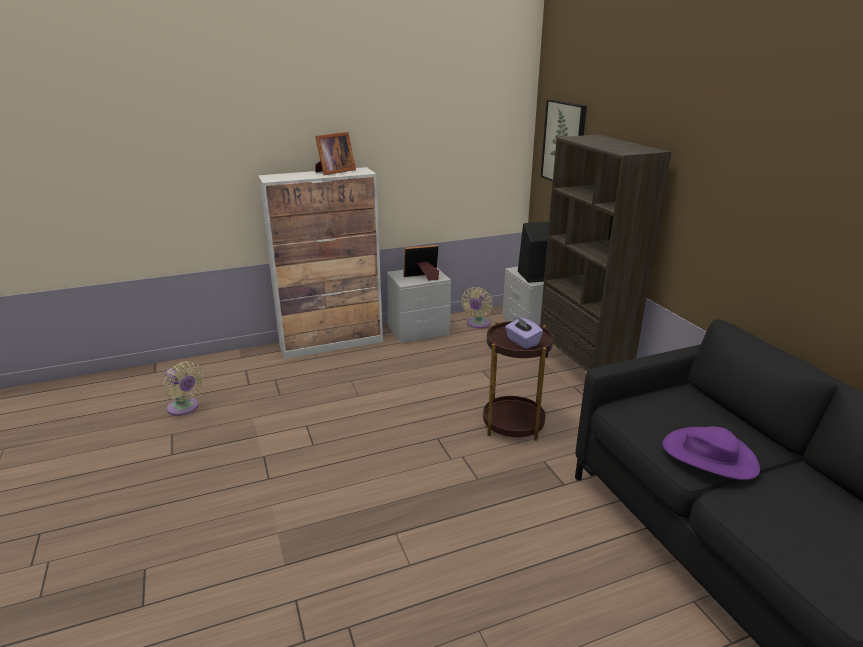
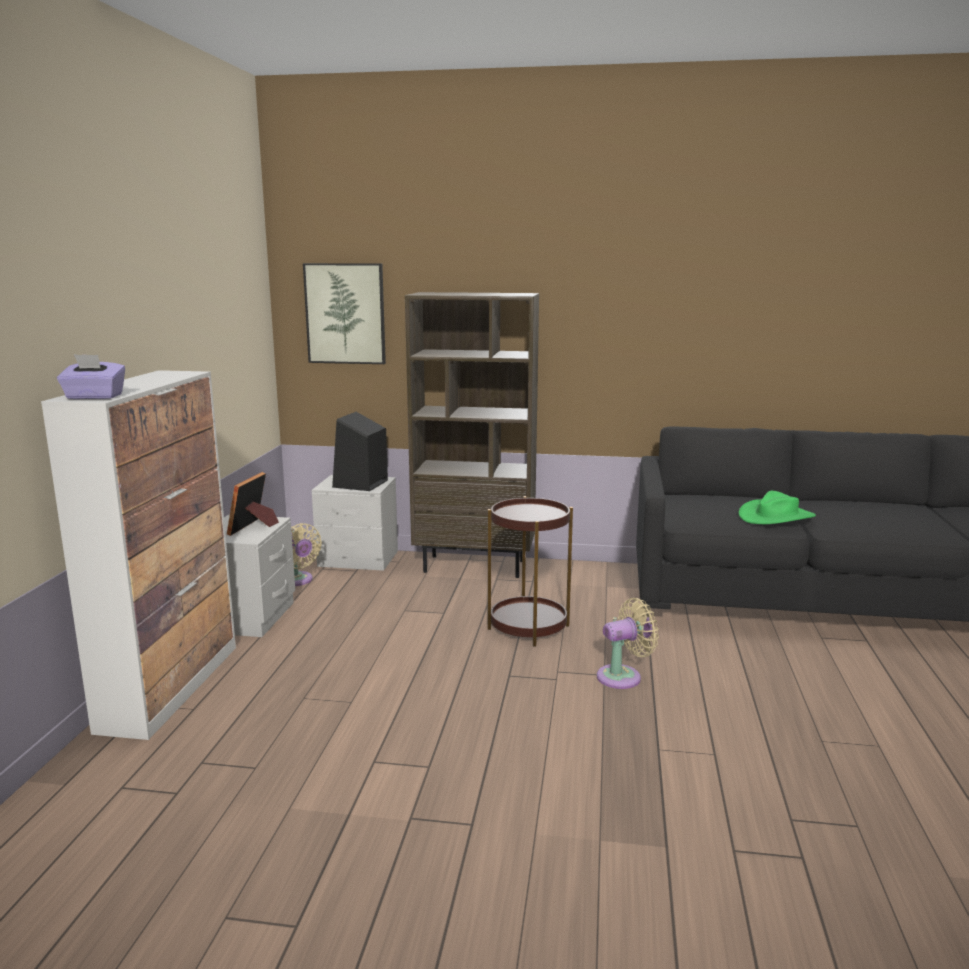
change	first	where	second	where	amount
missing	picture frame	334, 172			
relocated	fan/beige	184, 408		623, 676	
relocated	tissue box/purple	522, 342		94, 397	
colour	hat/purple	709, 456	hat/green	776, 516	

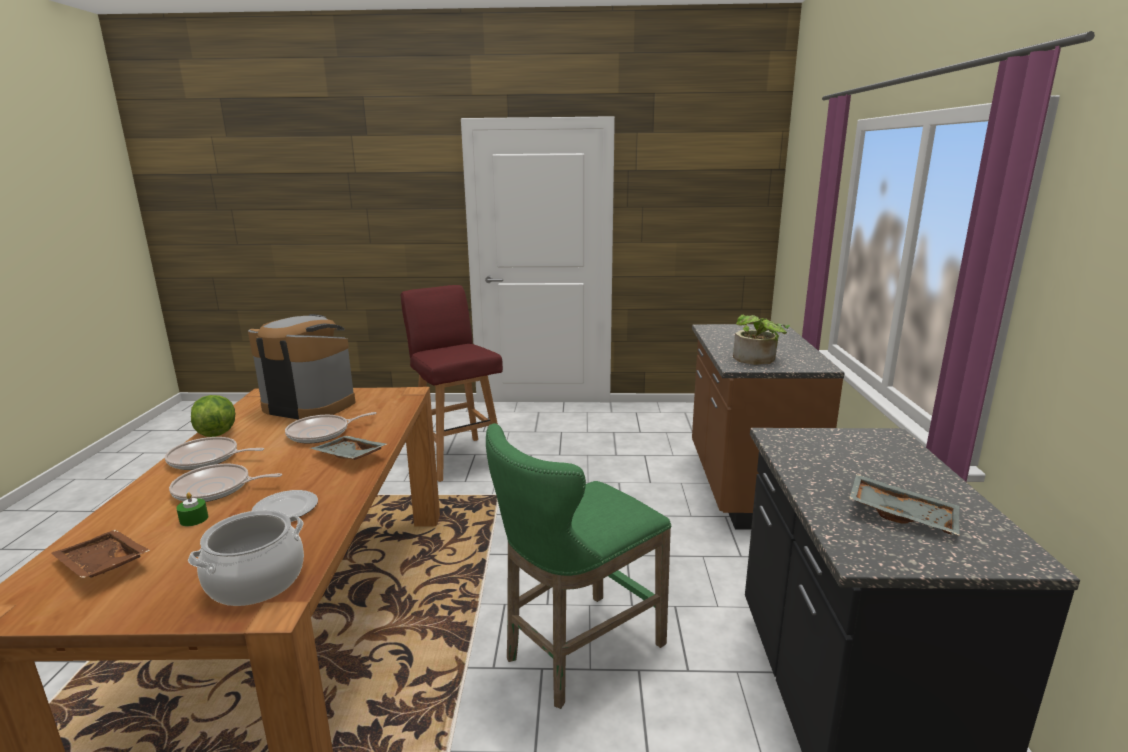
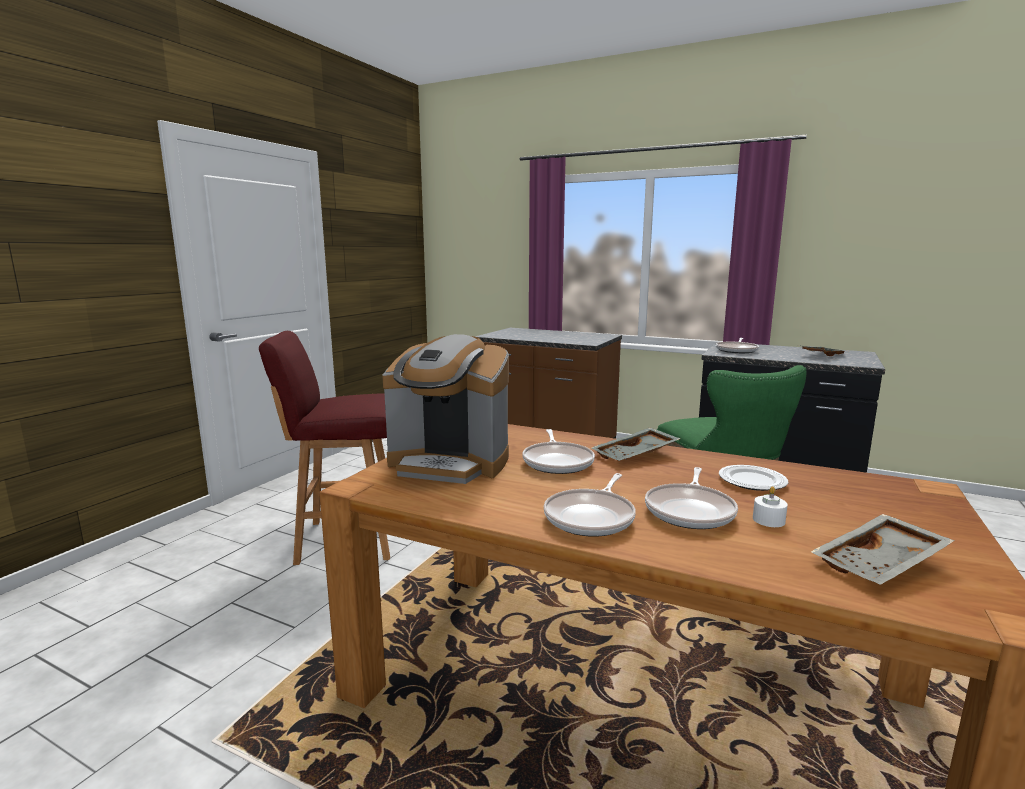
change	first	where	second	where	amount
missing	cooking pot	256, 581			
missing	lettuce	216, 431			
missing	potted plant	757, 360			
appeared			frying pan	737, 350	
colour	tray/brown	101, 565	tray/grey	881, 564	
colour	candle/green	194, 519	candle/white	768, 520	
spun	coffee machine	310, 405		449, 463	120 degrees counterclockwise

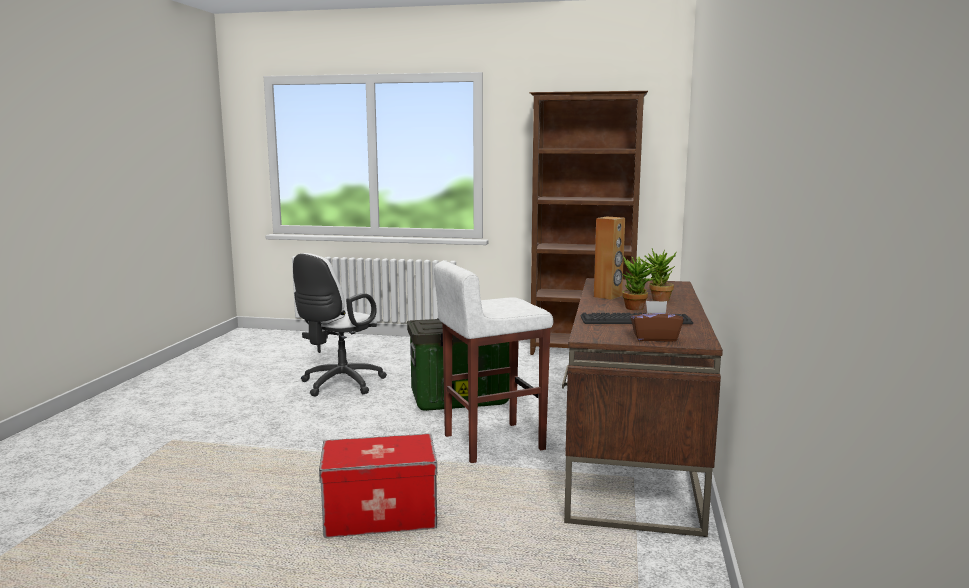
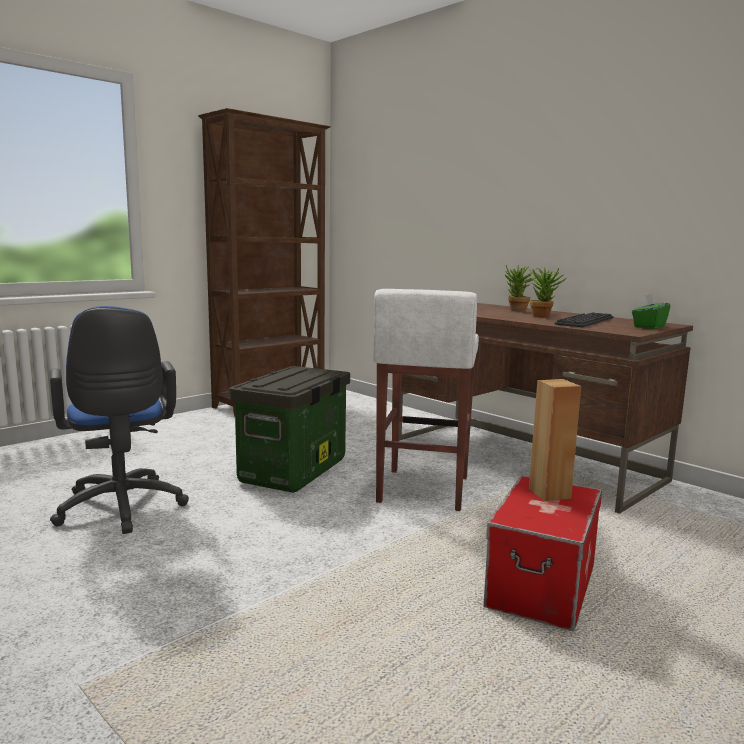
change	first	where	second	where	amount
relocated	speaker/brown	608, 296		550, 493	
colour	office chair/white	339, 385	office chair/blue	121, 510	
colour	tissue box/brown	655, 338	tissue box/green	649, 326	

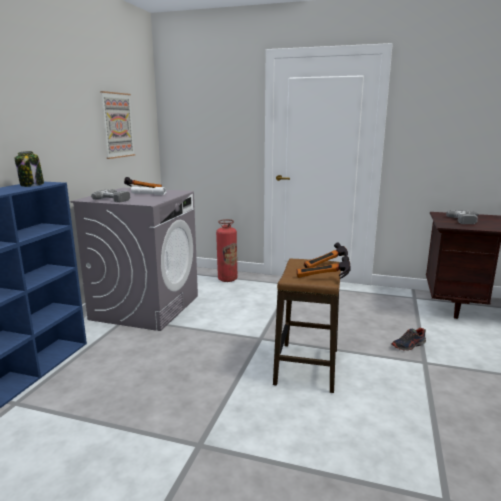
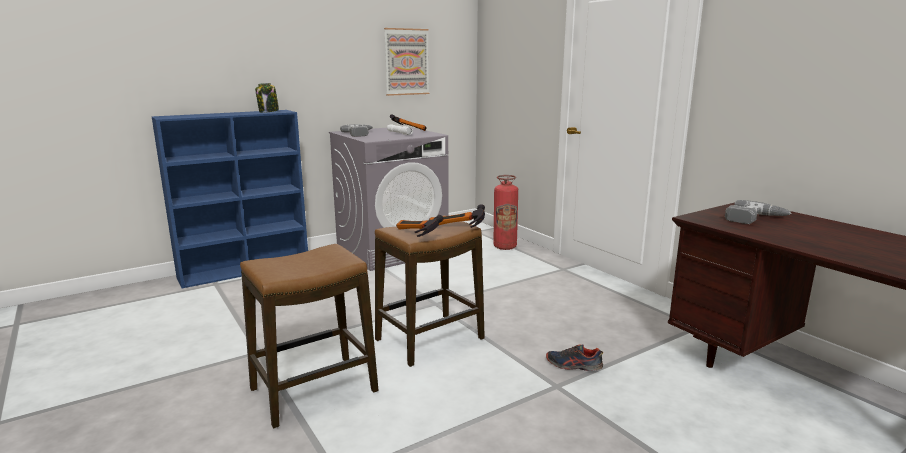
change	first	where	second	where	amount
appeared			stool	314, 390	

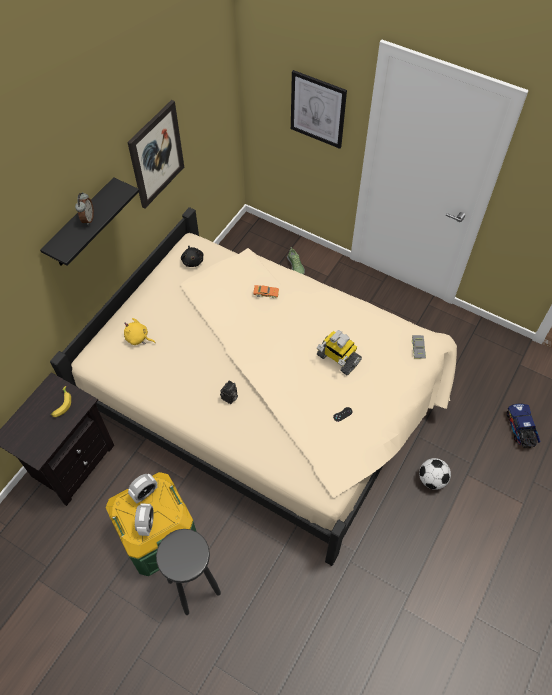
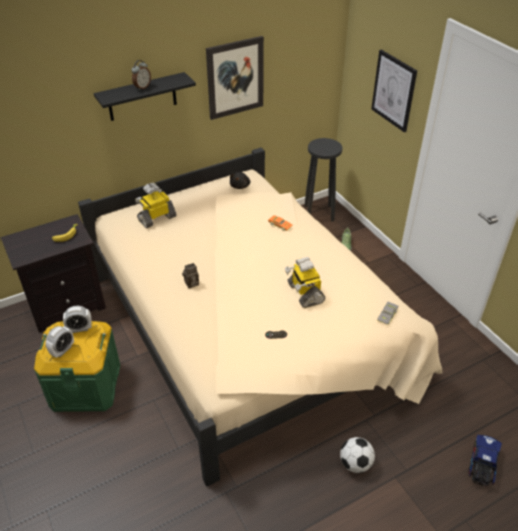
change	first	where	second	where	amount
relocated	stool/black	195, 587		319, 213	
exchanged	plush toy/yellow	138, 338	toy robot	157, 218	

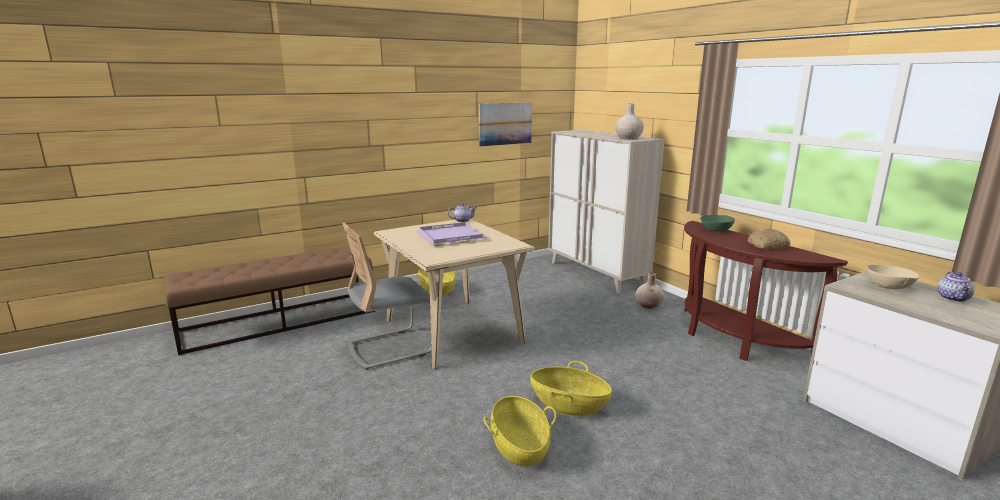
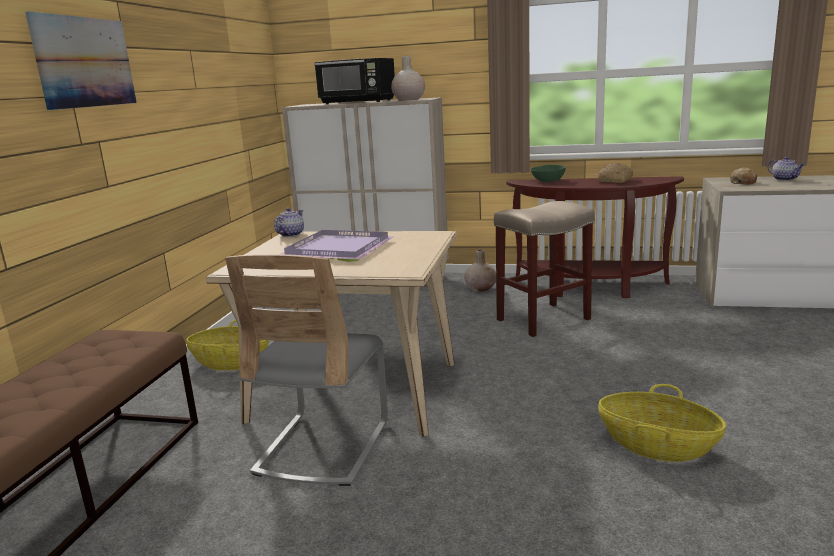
change	first	where	second	where	amount
missing	basket	568, 405			
appeared			microwave/black	358, 102	
appeared			stool/beige	543, 319	
relocated	picture	505, 124		85, 62	
exchanged	bowl/beige	888, 286	bread	743, 182	

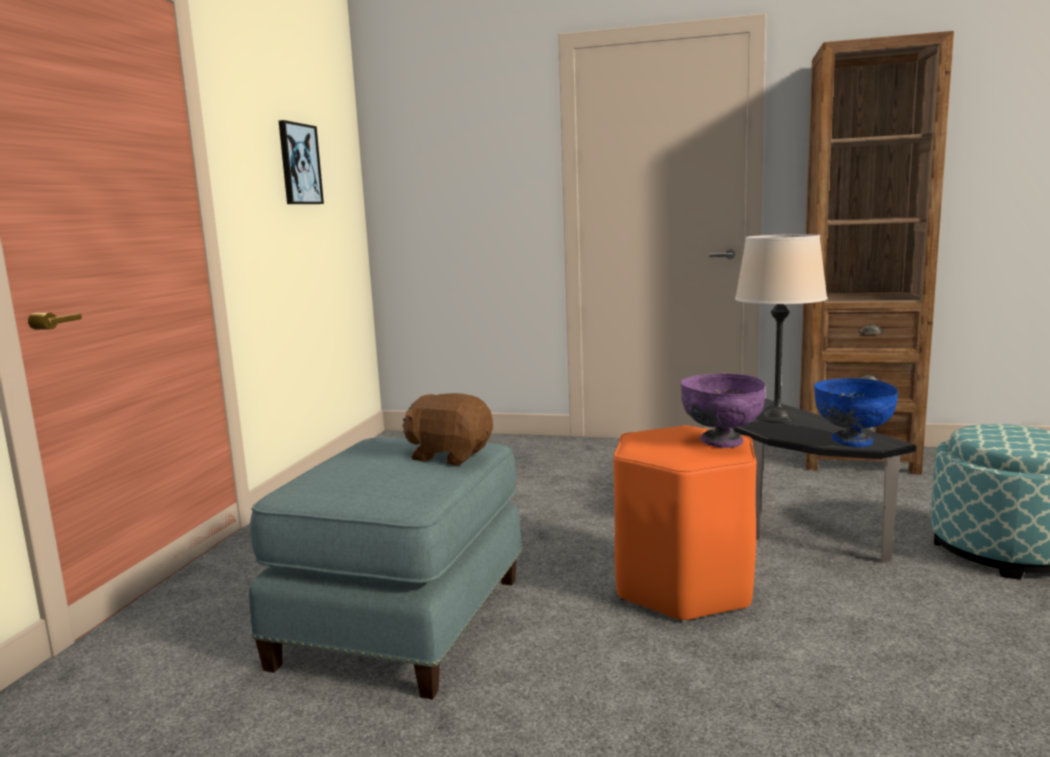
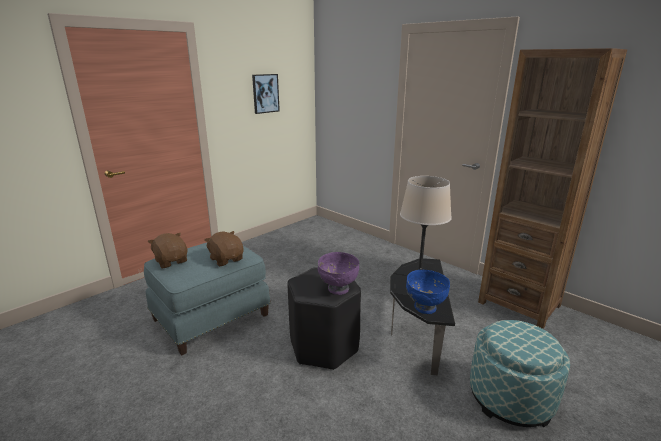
change	first	where	second	where	amount
appeared			plush toy/brown	171, 261	
colour	stool/orange	684, 587	stool/black	324, 346	

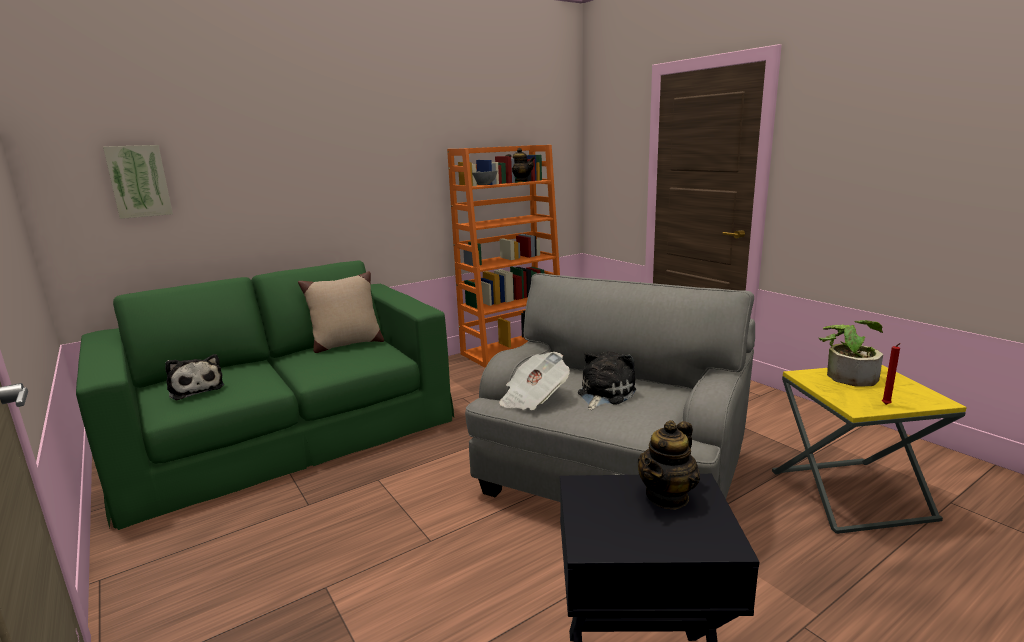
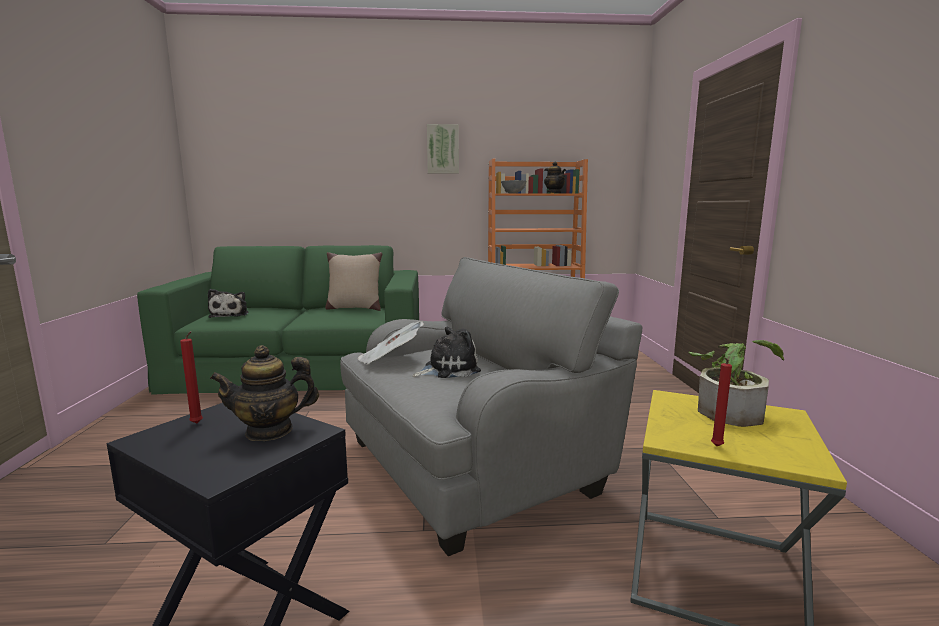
change	first	where	second	where	amount
appeared			candle/red	197, 424	
relocated	picture	138, 181		443, 149	

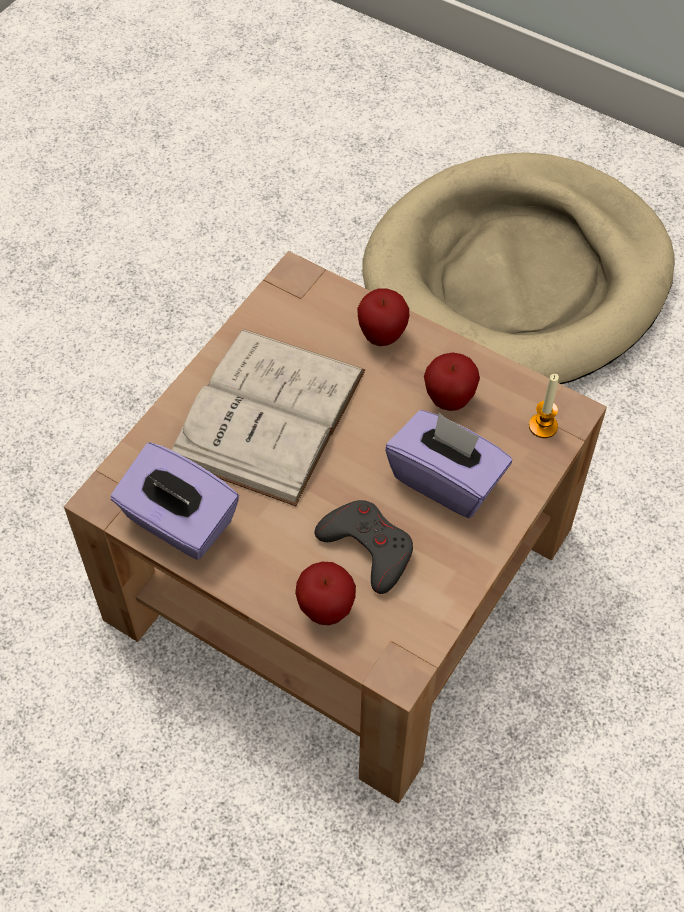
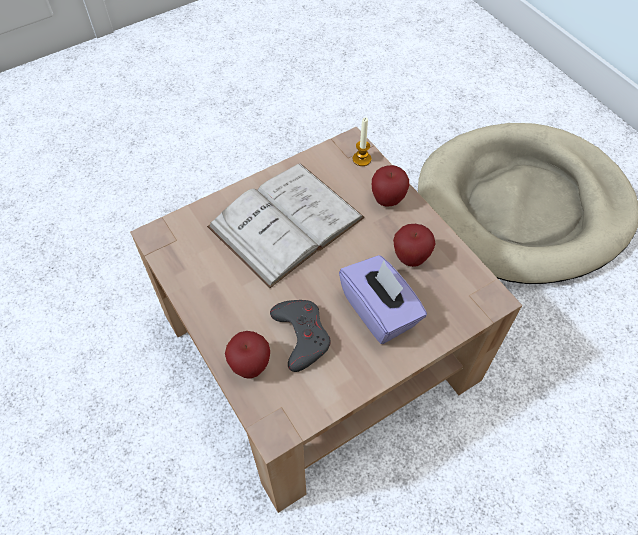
change	first	where	second	where	amount
missing	tissue box/purple	178, 522			
relocated	candle	543, 426		361, 159	

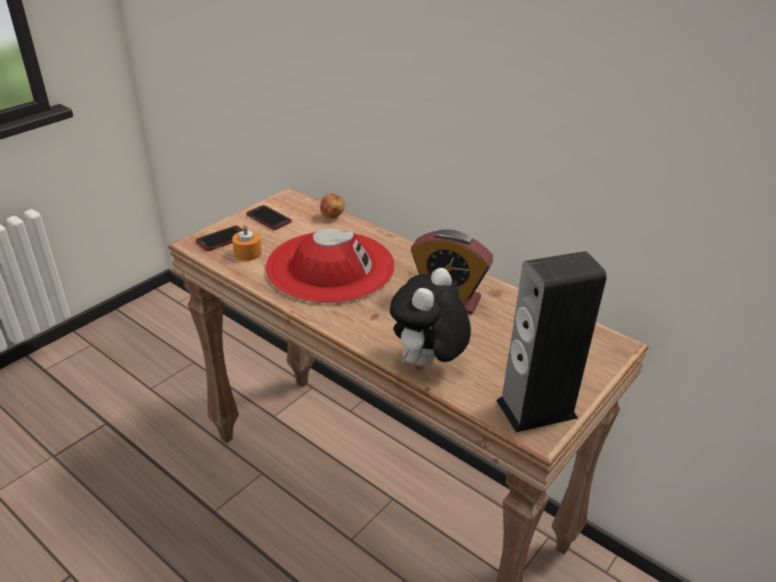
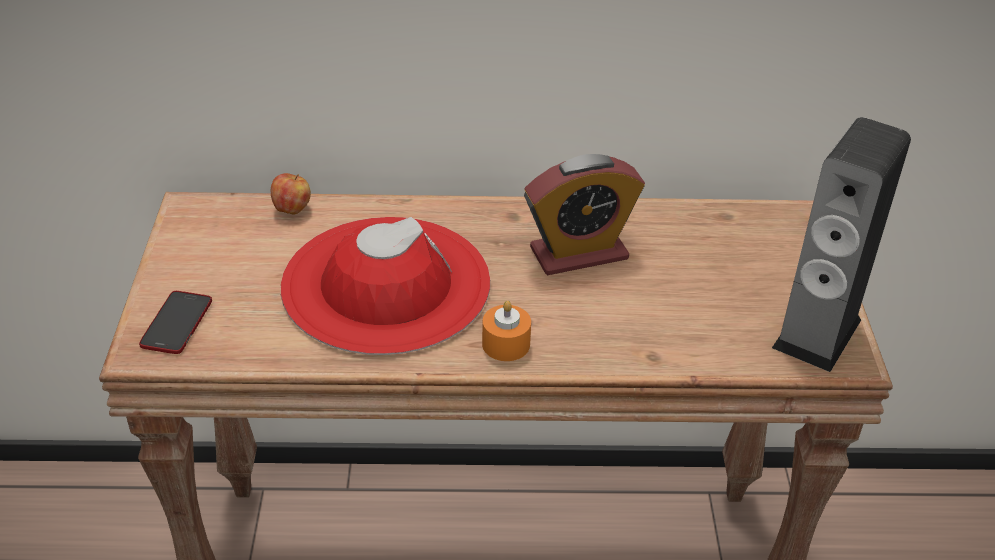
change	first	where	second	where	amount
missing	phone	268, 218			
missing	plush toy	427, 363			
relocated	candle/orange	247, 253		506, 344	

